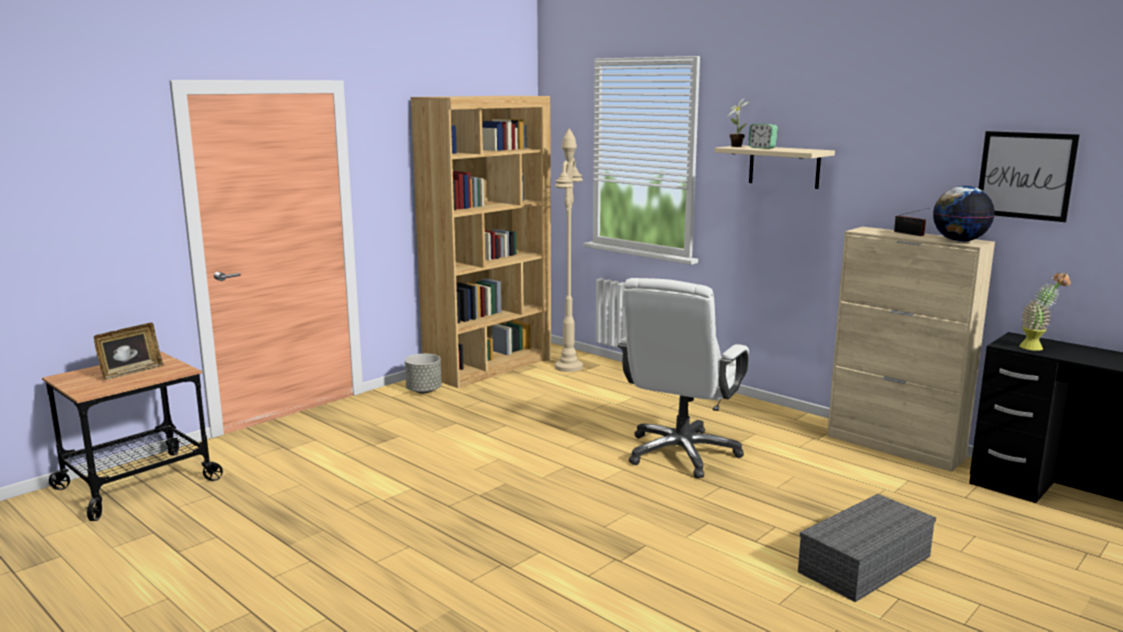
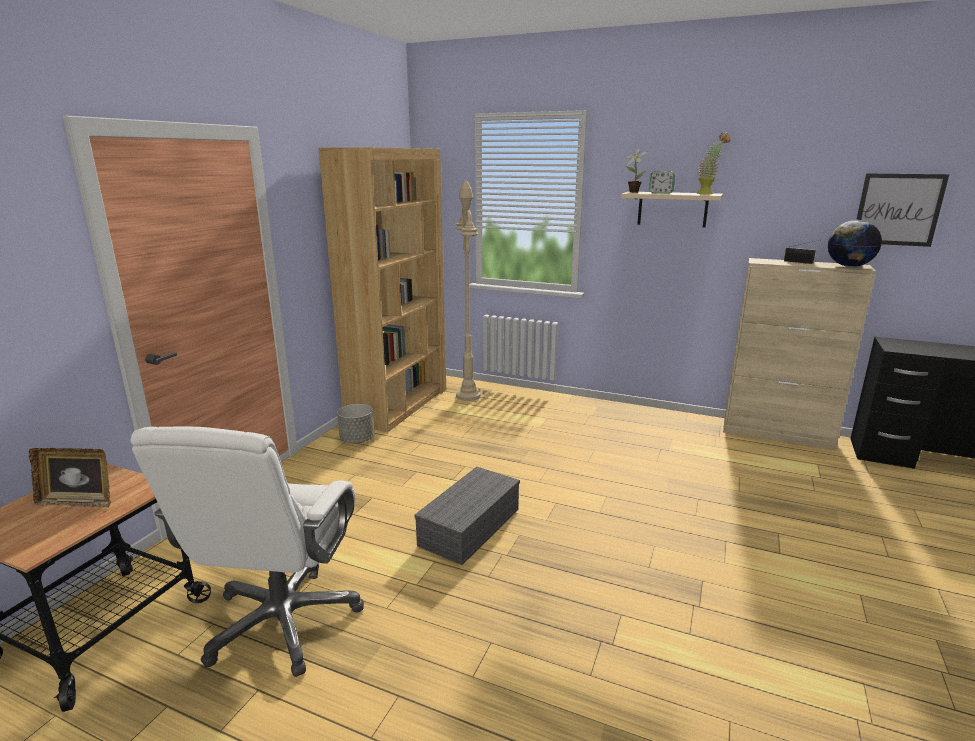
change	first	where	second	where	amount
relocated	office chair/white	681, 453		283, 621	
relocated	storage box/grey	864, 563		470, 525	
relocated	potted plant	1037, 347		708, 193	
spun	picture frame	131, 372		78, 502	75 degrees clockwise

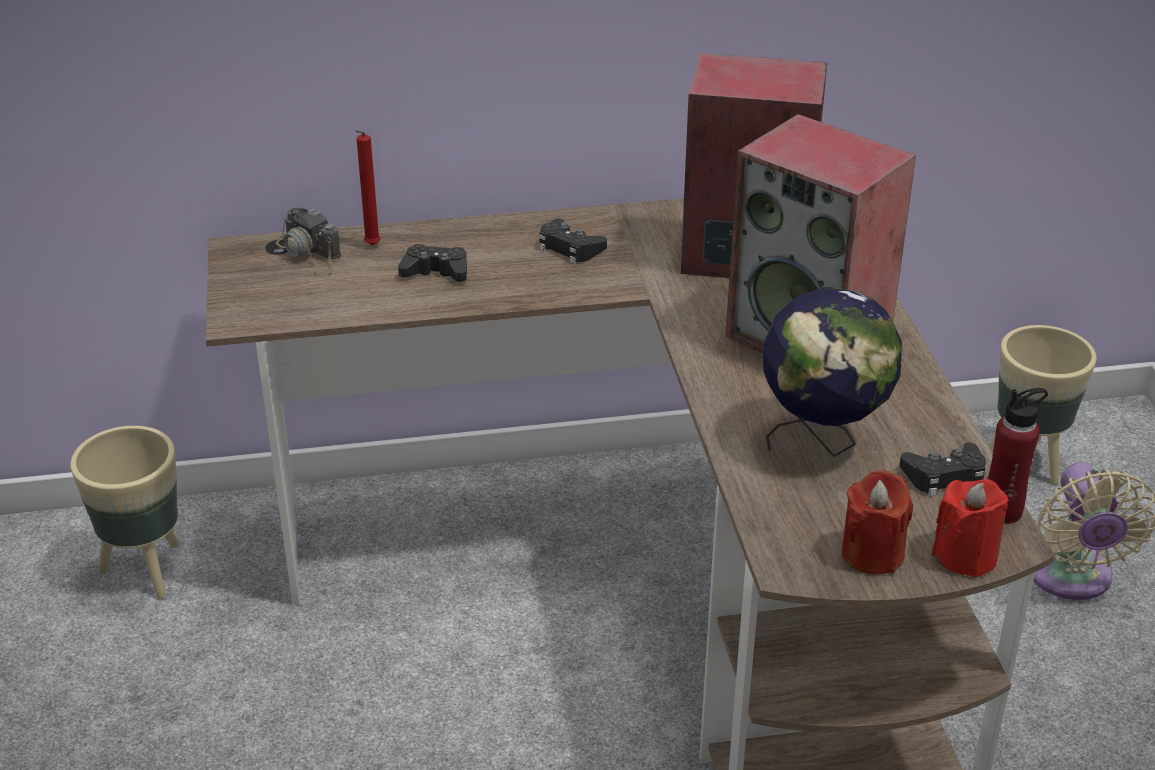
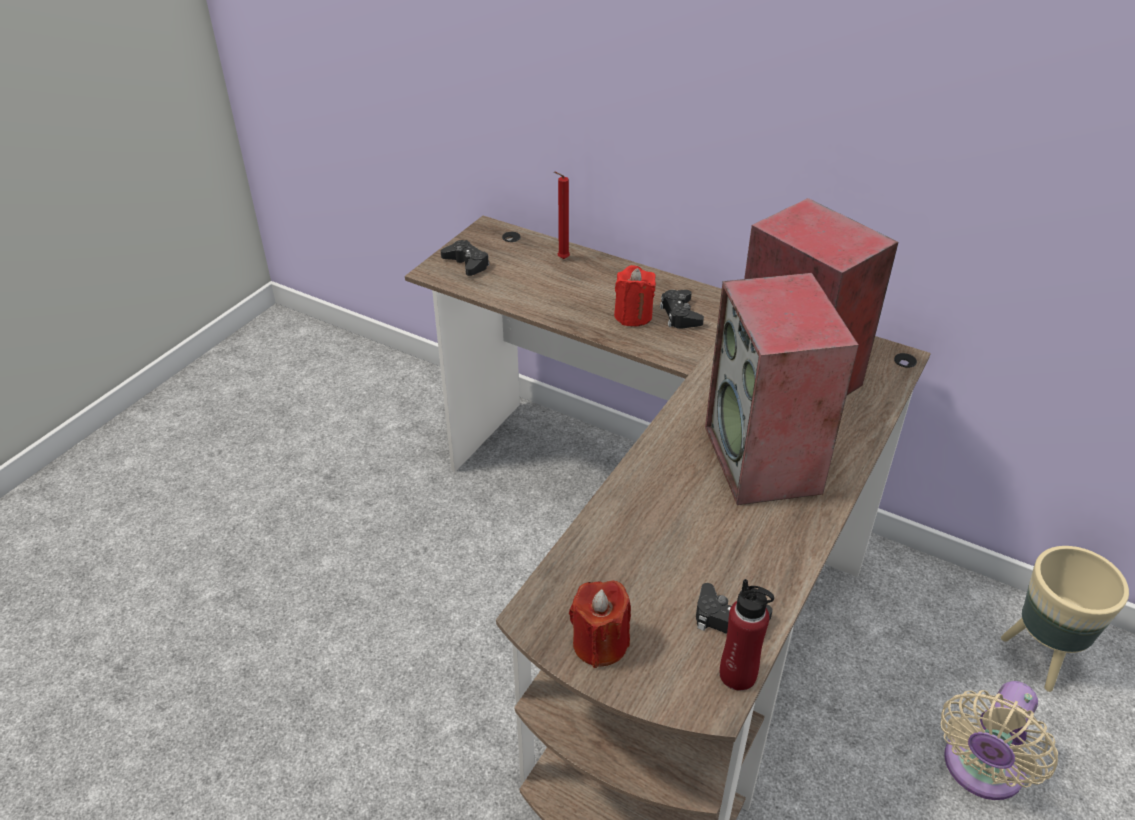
change	first	where	second	where	amount
missing	planter/beige	147, 571			
missing	photo camera	309, 253			
missing	globe	823, 441			
relocated	game controller/black	436, 272		466, 263	
relocated	candle/red	965, 556		633, 316	

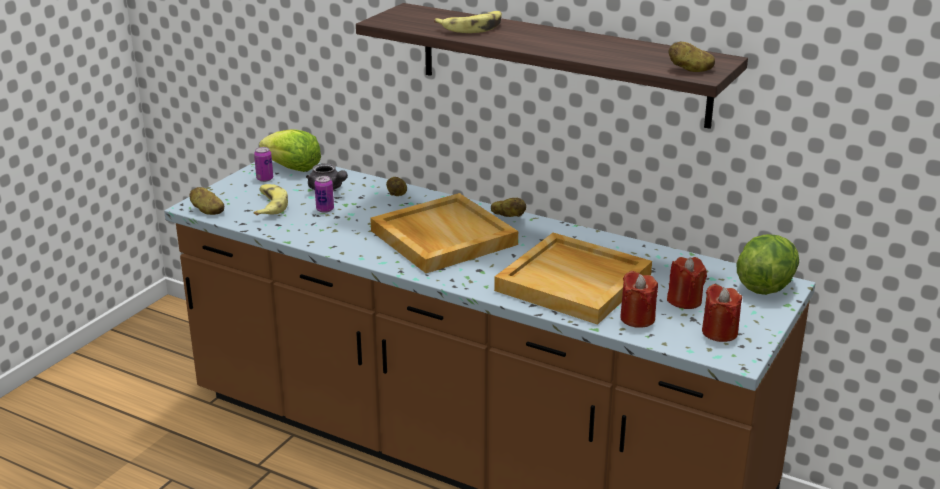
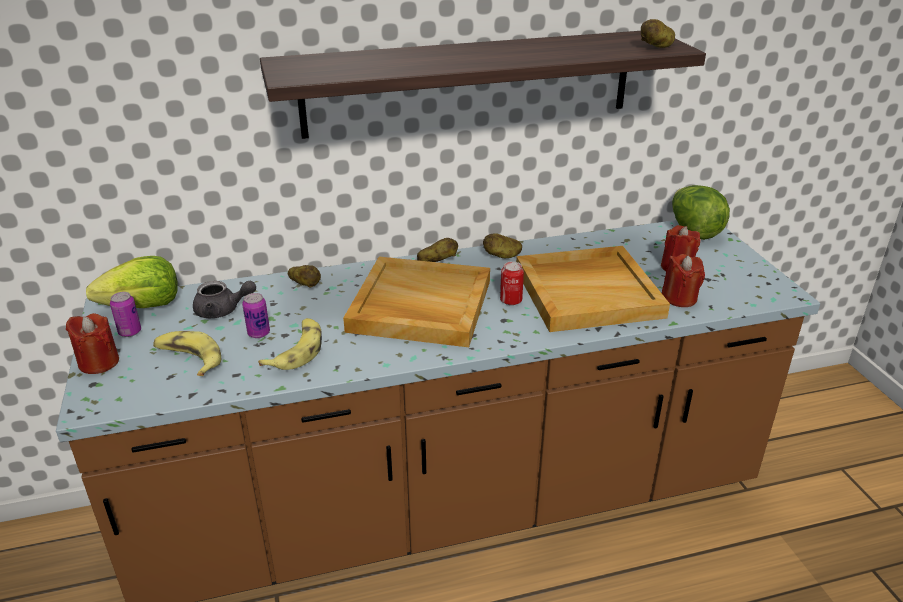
change	first	where	second	where	amount
appeared			can	511, 301	
relocated	potato	207, 211		502, 256	
relocated	banana	472, 28		297, 351	
relocated	candle/red	719, 332		99, 362	

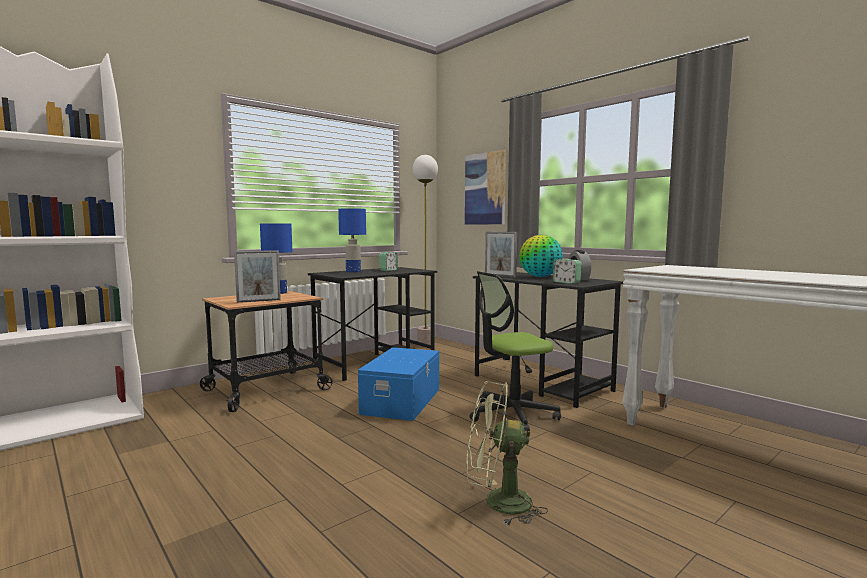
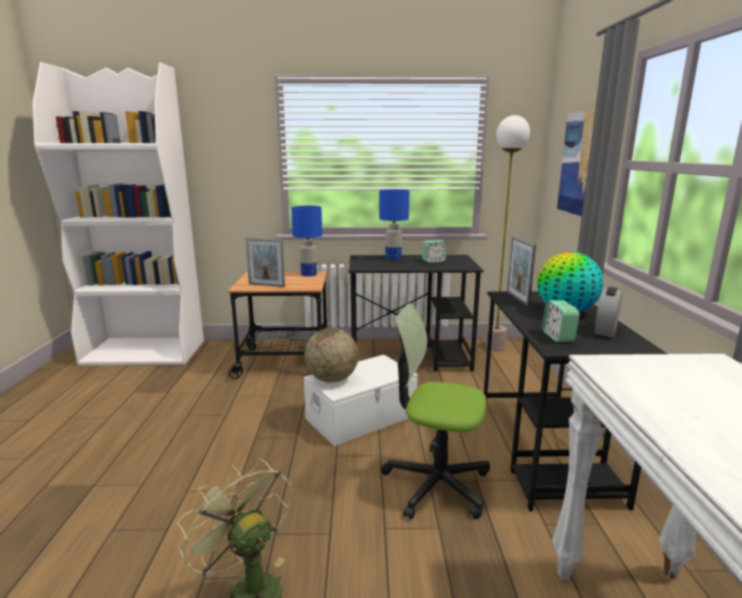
change	first	where	second	where	amount
appeared			globe	332, 379	
colour	storage box/blue	403, 401	storage box/white	362, 417	

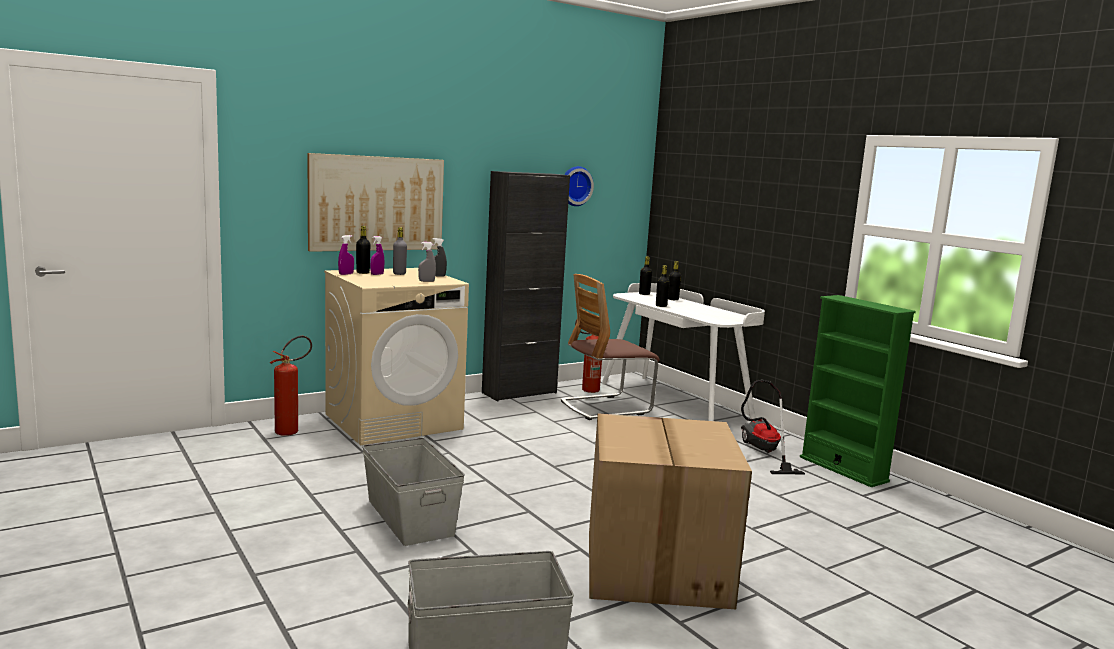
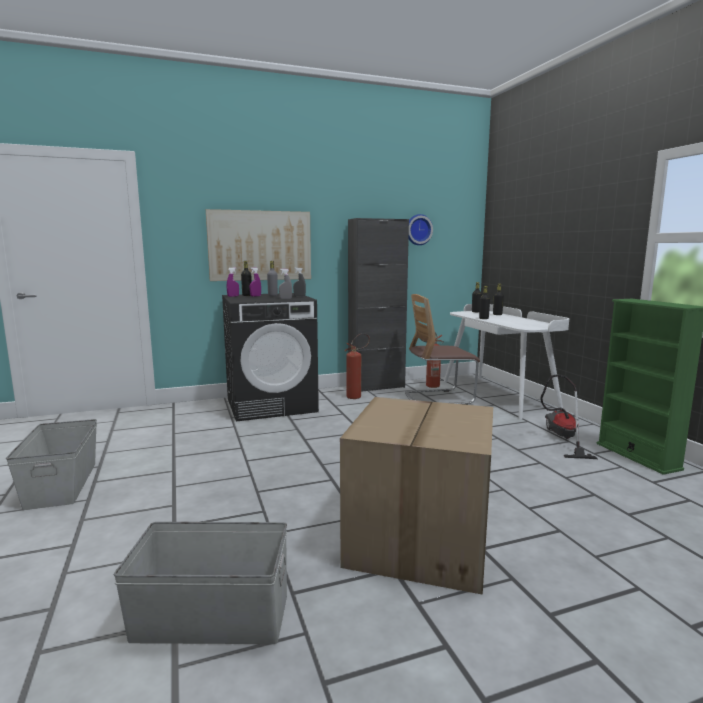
change	first	where	second	where	amount
relocated	fire extinguisher	292, 431		357, 396	
relocated	storage box/grey	409, 517		61, 485	
colour	washing machine/beige	394, 421	washing machine/black	271, 405	

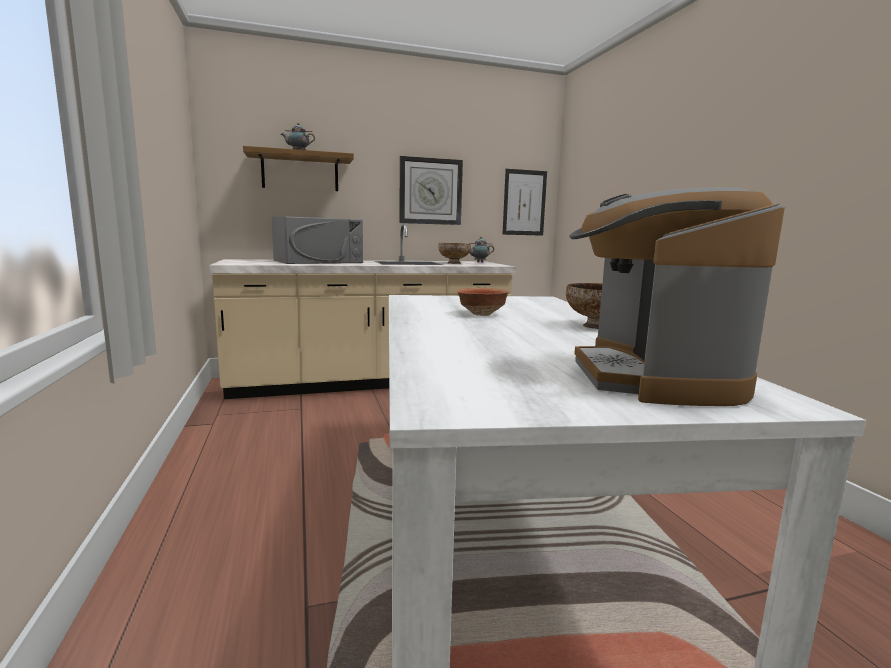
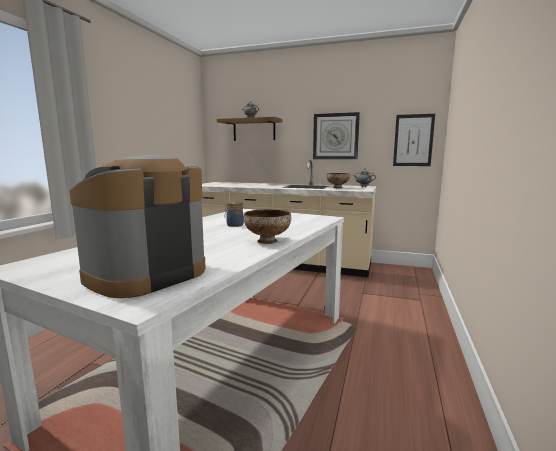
change	first	where	second	where	amount
missing	microwave/grey	318, 261			
exchanged	bowl	481, 314	jar	234, 225	

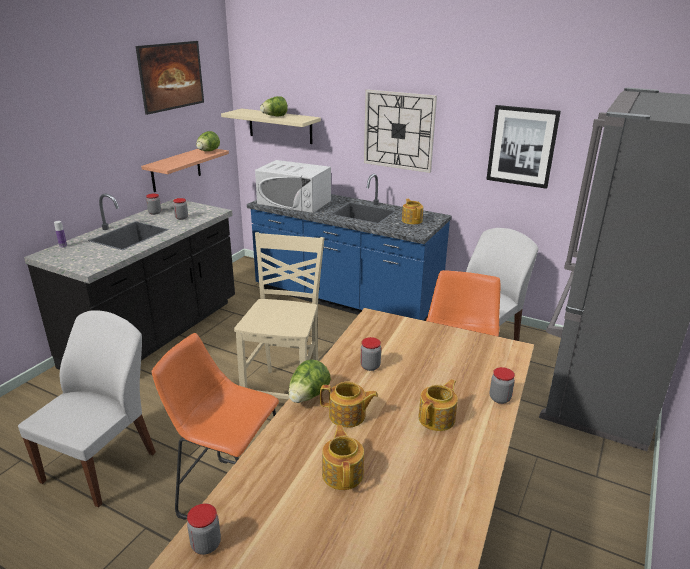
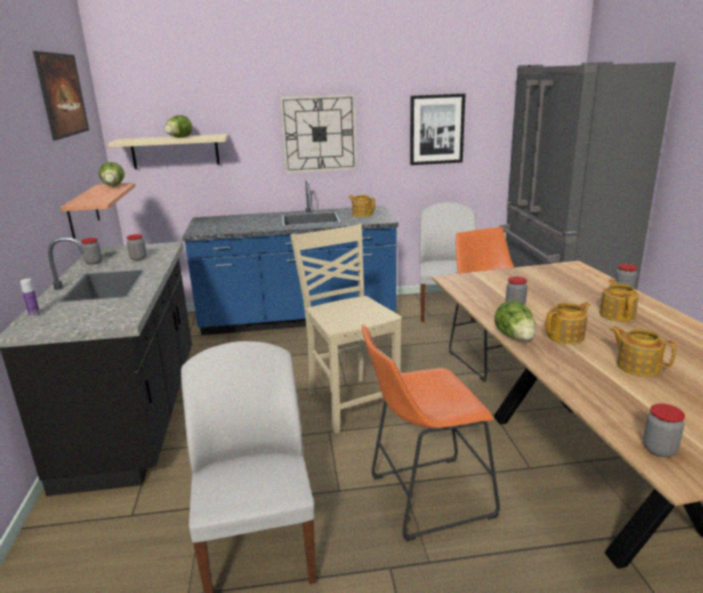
change	first	where	second	where	amount
missing	microwave/white	294, 202			

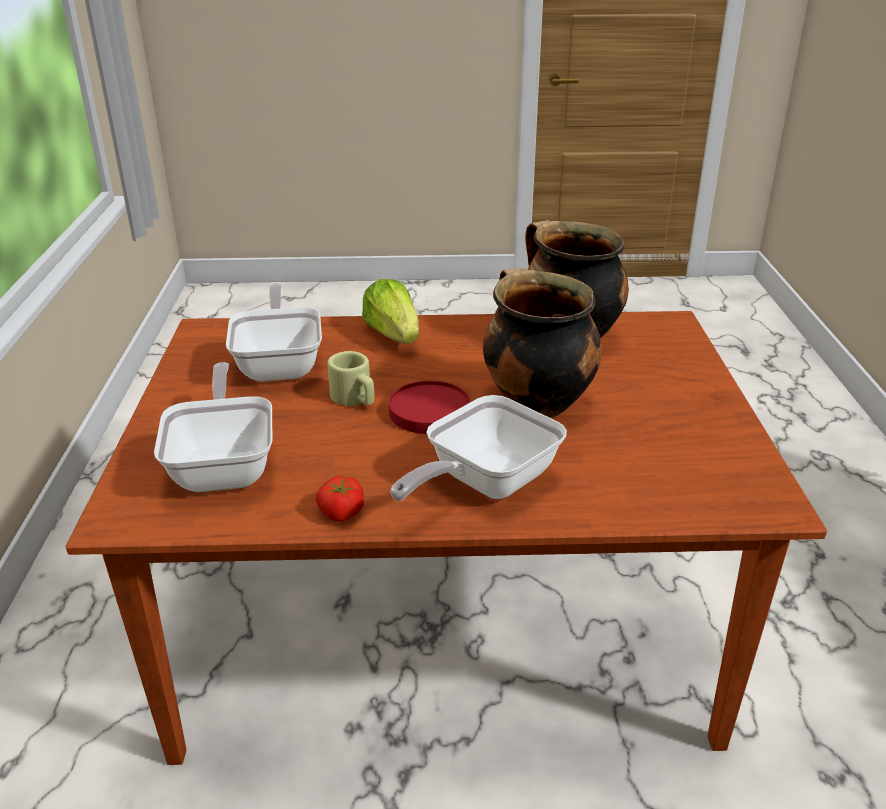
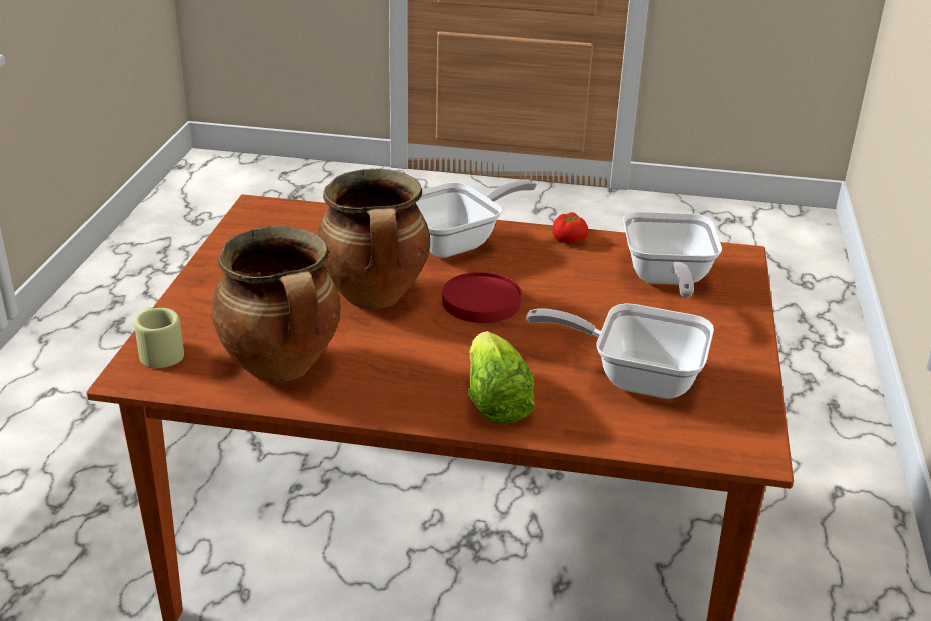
change	first	where	second	where	amount
relocated	mug/beige	355, 399		159, 352	
spun	frying pan	280, 364		635, 377	105 degrees clockwise

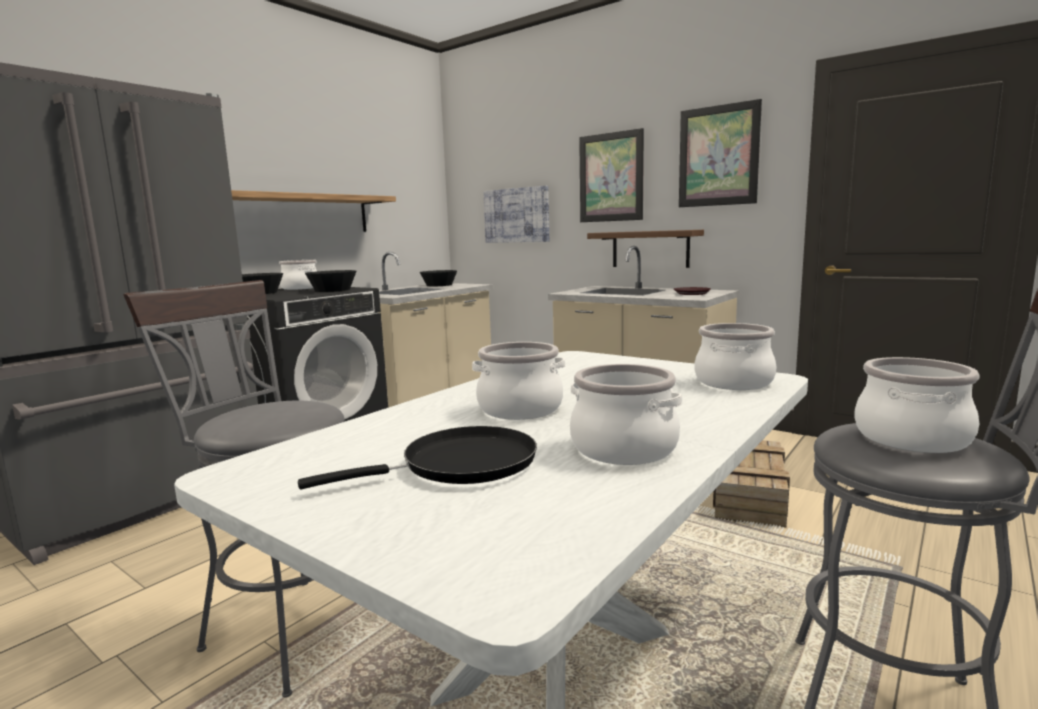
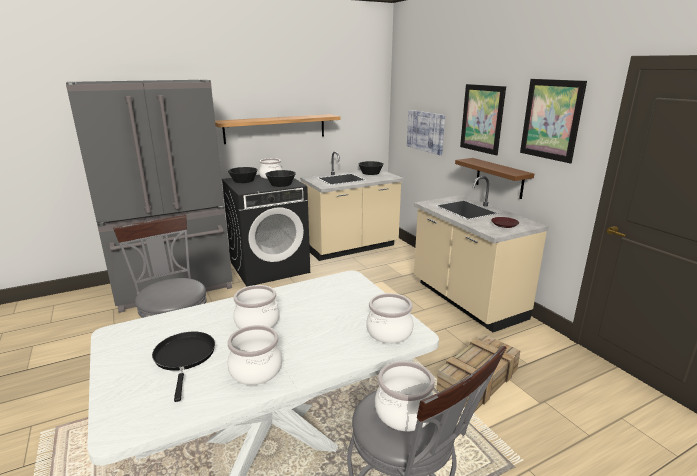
change	first	where	second	where	amount
spun	frying pan/black	460, 465		185, 357	105 degrees counterclockwise

